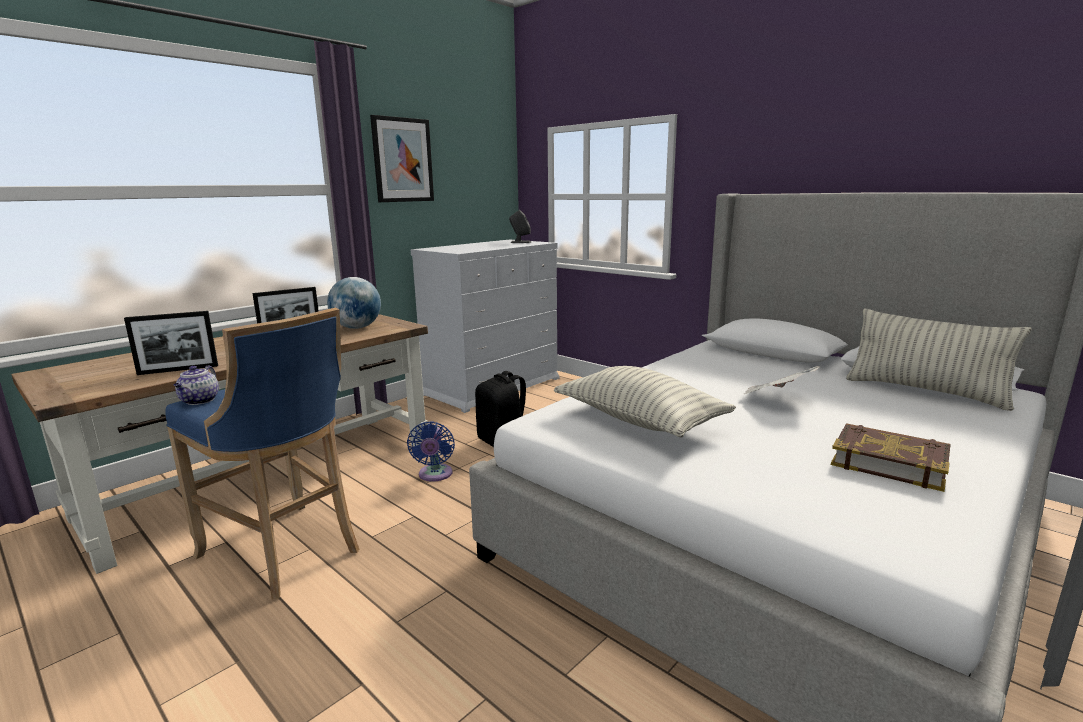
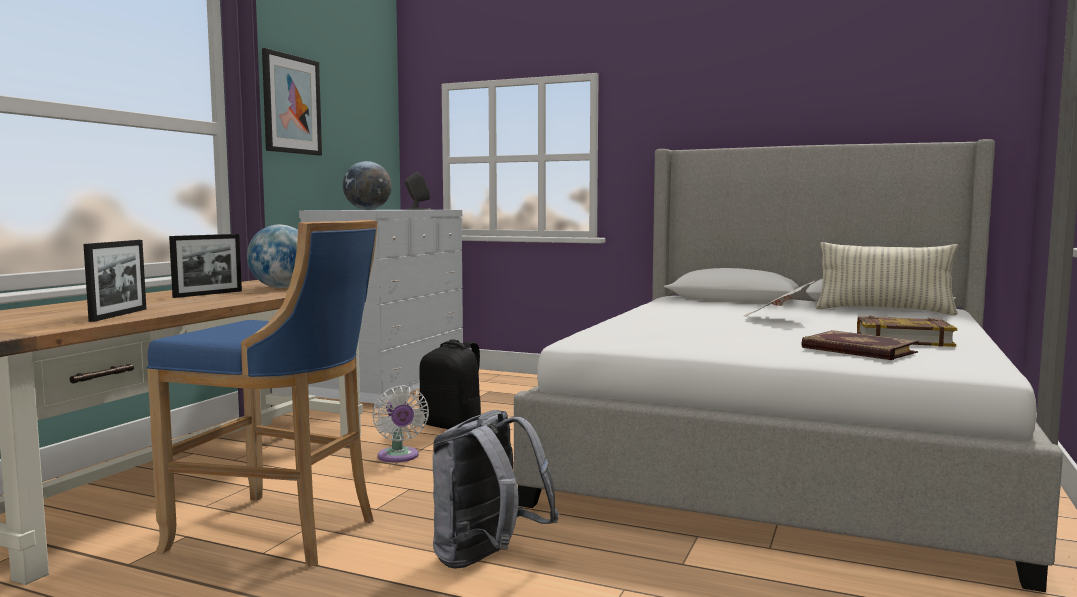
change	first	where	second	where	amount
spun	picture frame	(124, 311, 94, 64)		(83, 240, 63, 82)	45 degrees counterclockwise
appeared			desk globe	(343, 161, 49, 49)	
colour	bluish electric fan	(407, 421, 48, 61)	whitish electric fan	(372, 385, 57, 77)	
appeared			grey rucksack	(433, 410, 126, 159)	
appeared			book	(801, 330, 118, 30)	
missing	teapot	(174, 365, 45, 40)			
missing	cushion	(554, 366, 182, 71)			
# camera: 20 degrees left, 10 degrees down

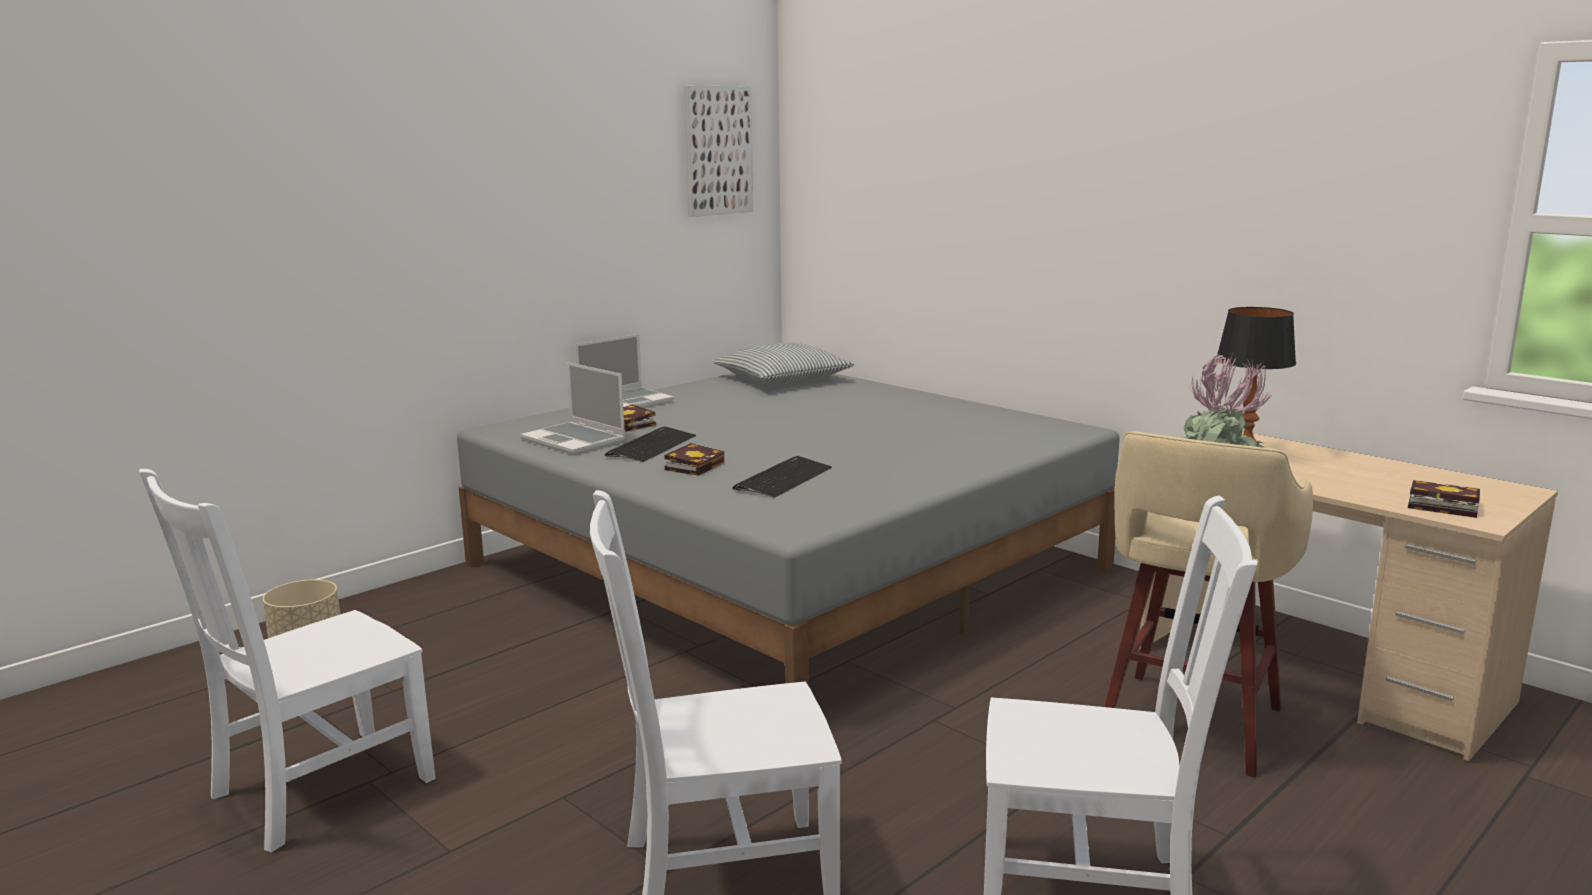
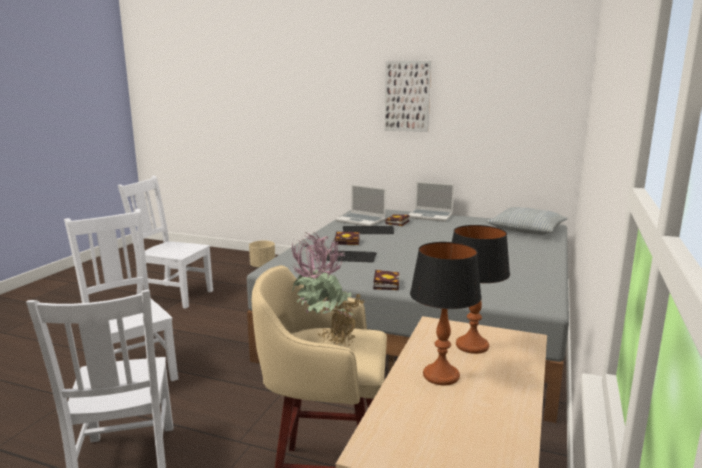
change	first	where	second	where	amount
spun	laptop	(520, 362, 106, 93)		(335, 184, 51, 42)	75 degrees counterclockwise
relocated	book	(1408, 480, 72, 38)		(373, 270, 26, 20)	
relocated	picture	(684, 86, 69, 131)		(385, 61, 46, 71)	
appeared			lamp for a table	(410, 242, 72, 143)	
# camera: 65 degrees right, 0 degrees up

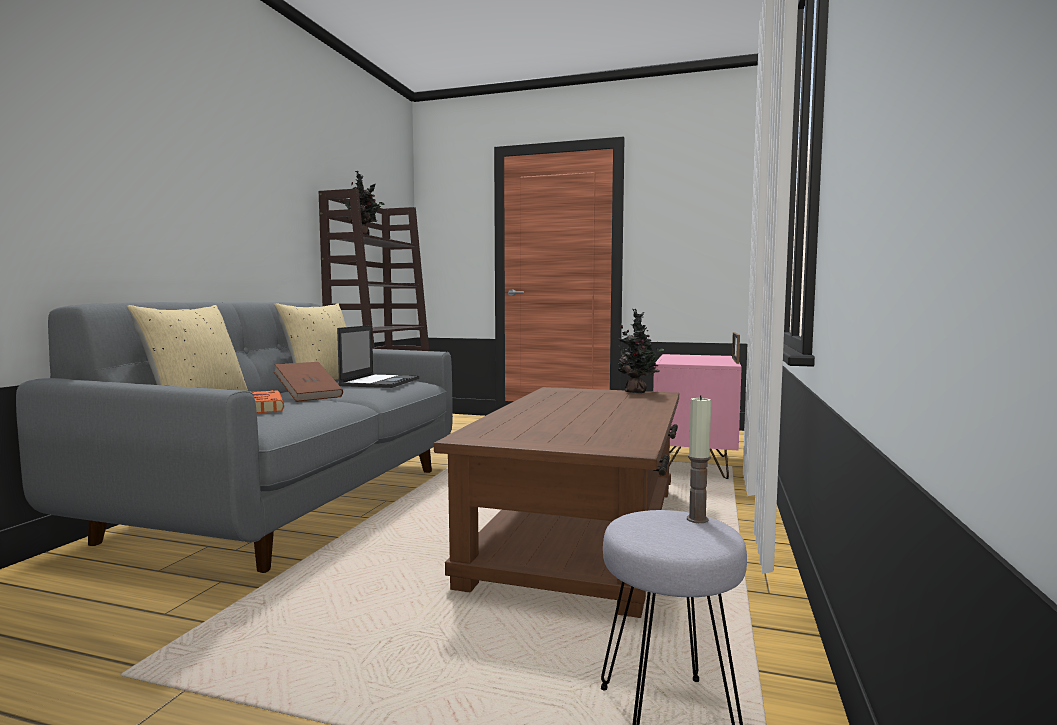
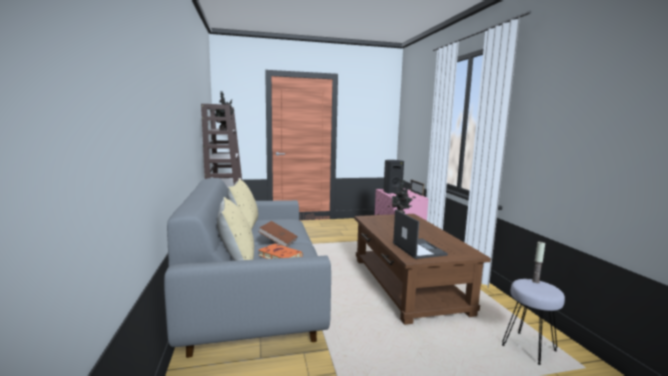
change	first	where	second	where	amount
appeared			blackish speaker	(383, 160, 21, 34)	
relocated	laptop	(337, 325, 82, 63)		(393, 209, 55, 50)	
# camera: 30 degrees left, 5 degrees up

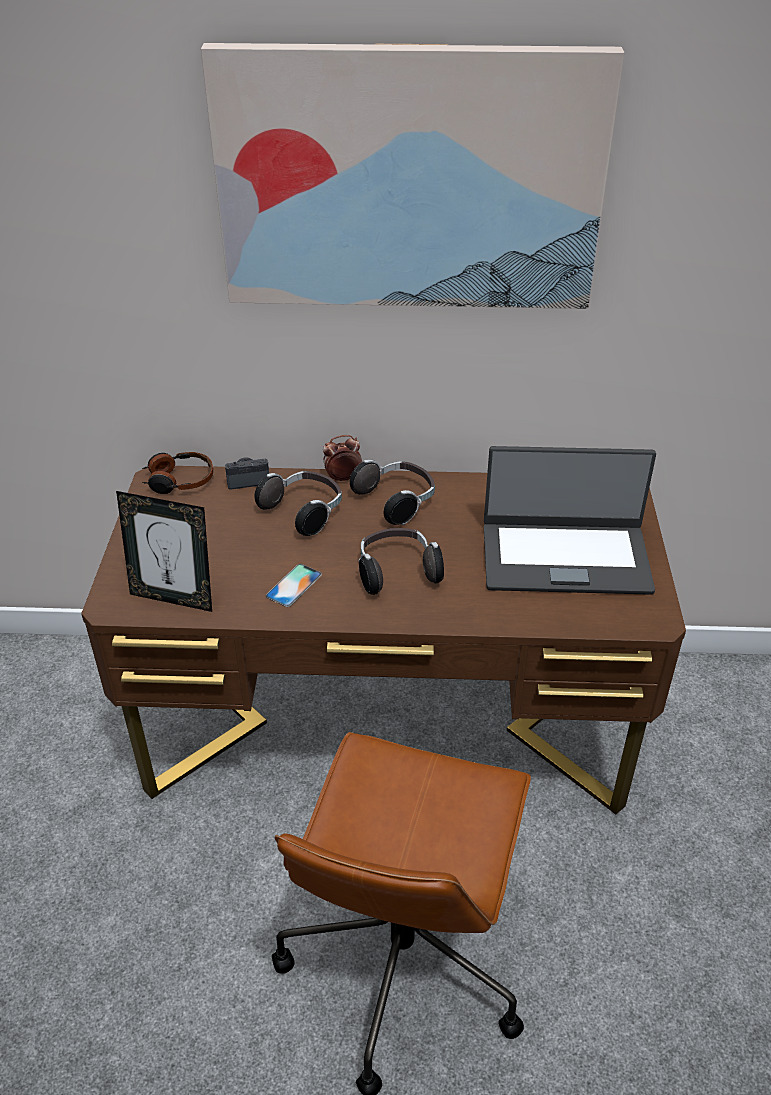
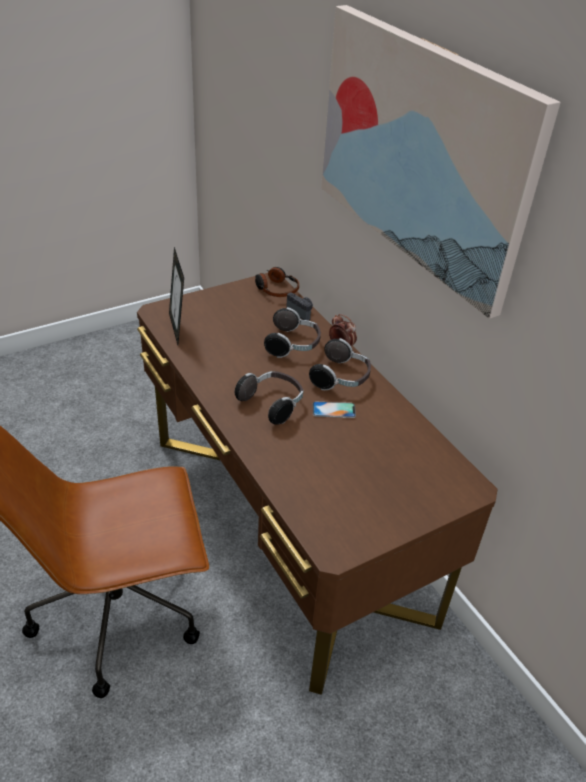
change	first	where	second	where	amount
relocated	telephone	(266, 564, 56, 43)		(313, 402, 43, 16)	
missing	laptop	(484, 446, 172, 149)			
# camera: 55 degrees right, 0 degrees up

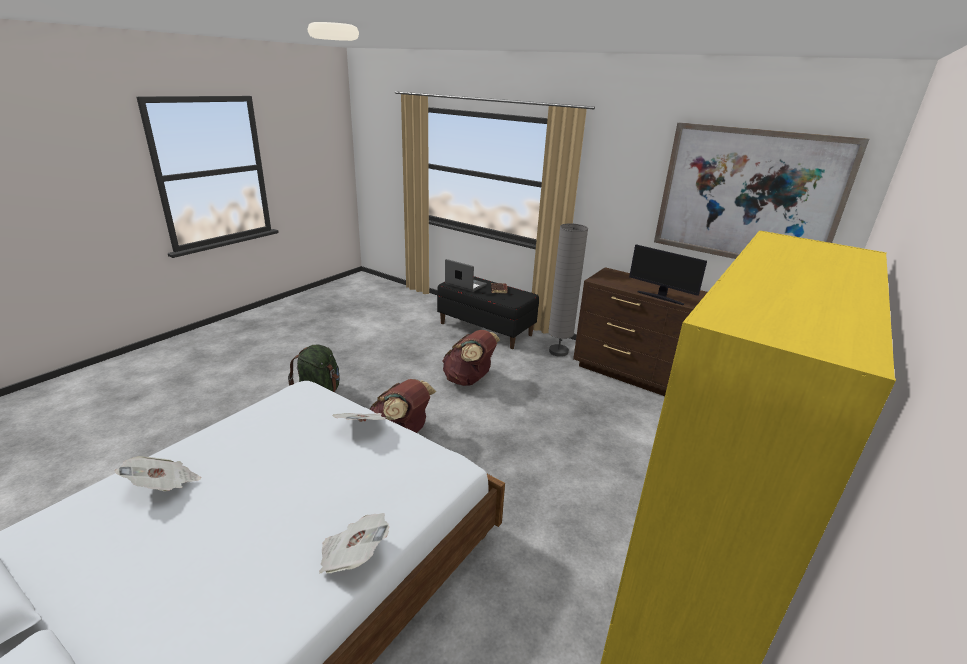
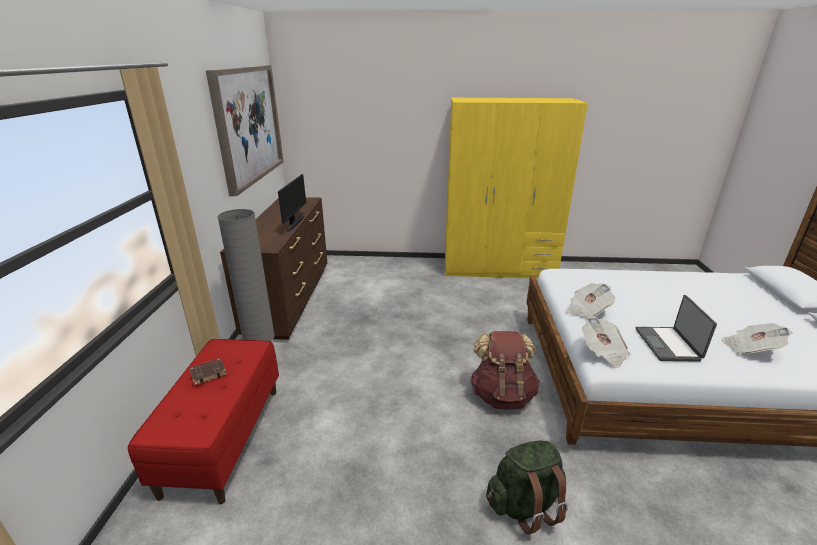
change	first	where	second	where	amount
colour	blackish indoor bench	(437, 276, 102, 73)	reddish indoor bench	(128, 339, 151, 165)	
relocated	newspaper	(319, 513, 70, 61)		(582, 316, 48, 52)	
relocated	laptop	(445, 259, 41, 33)		(636, 295, 81, 67)	
missing	brown-coloured rucksack	(442, 330, 58, 56)			
# camera: 120 degrees left, 0 degrees up

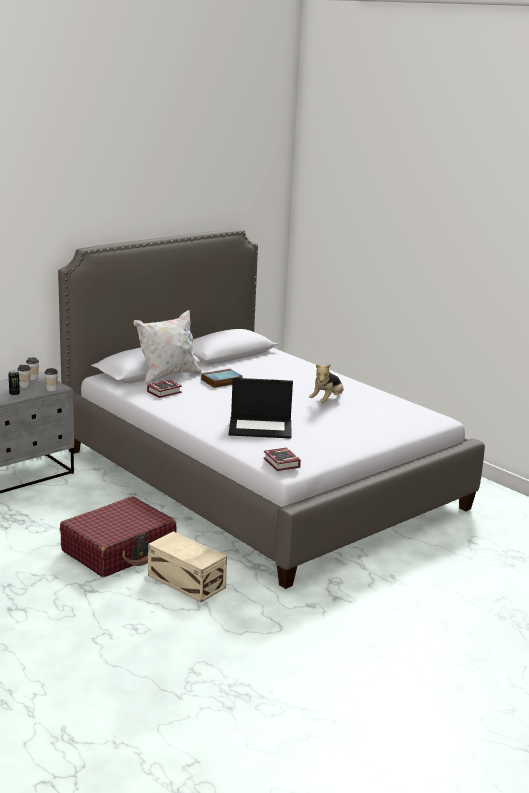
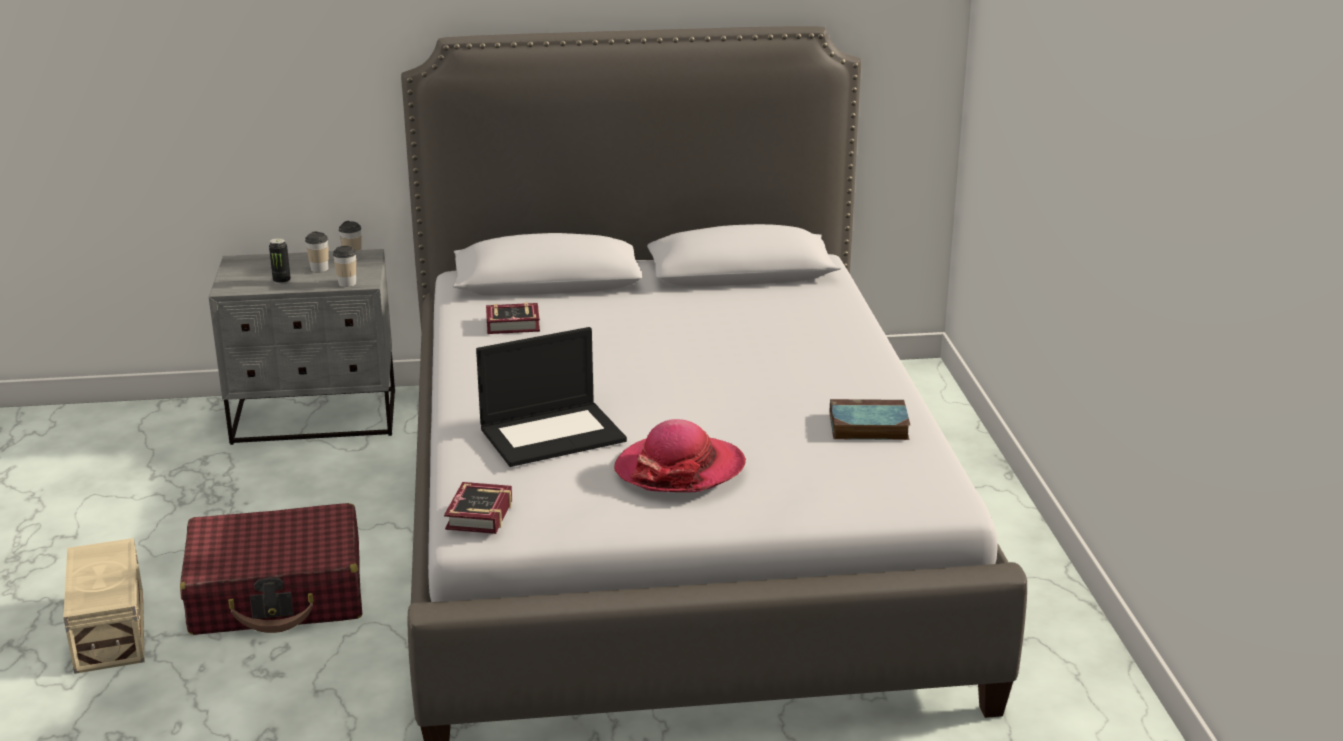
change	first	where	second	where	amount
relocated	beige-coloured storage container	(148, 531, 79, 72)		(63, 538, 82, 136)	
spun	laptop	(229, 378, 64, 61)		(476, 327, 151, 140)	60 degrees counterclockwise
appeared			hat	(614, 419, 132, 73)	
relocated	book	(201, 369, 41, 19)		(829, 399, 81, 41)	
missing	whitish cushion	(134, 310, 68, 75)			
missing	soft toy	(309, 364, 35, 39)			
# camera: 35 degrees right, 5 degrees up

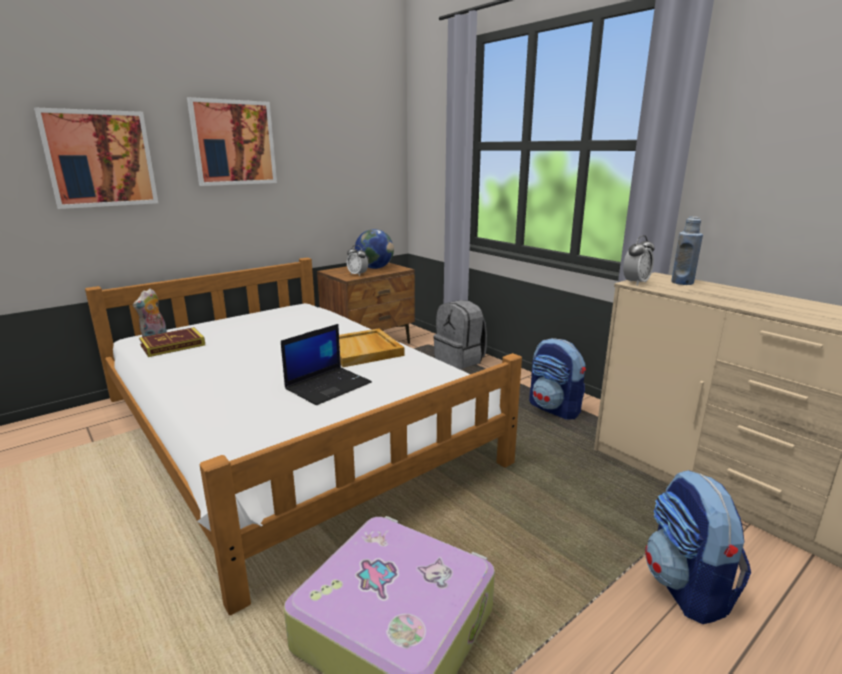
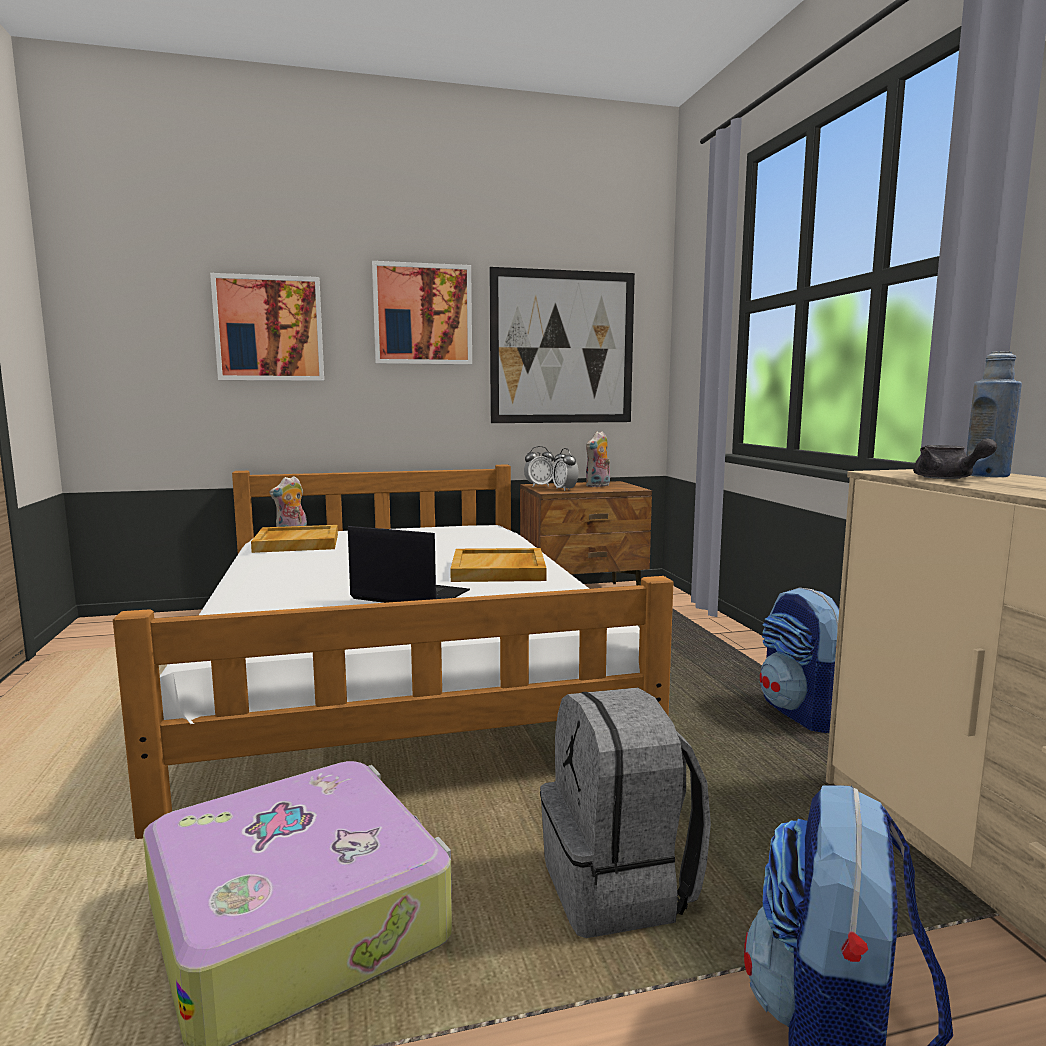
change	first	where	second	where	amount
exchanged	book	(139, 327, 66, 30)	beige-coloured carrying tray	(251, 525, 87, 28)	
spun	laptop	(281, 324, 91, 81)		(348, 526, 122, 77)	135 degrees counterclockwise
appeared			picture	(489, 267, 146, 156)	
relocated	bedside clock	(623, 235, 32, 51)		(524, 446, 30, 41)	
relocated	grey rucksack	(433, 300, 54, 69)		(540, 688, 171, 250)	
exchanged	desk globe	(355, 229, 39, 40)	soft toy	(586, 431, 24, 56)	
appeared			grey teapot	(913, 438, 84, 41)	
# camera: 25 degrees right, 10 degrees down

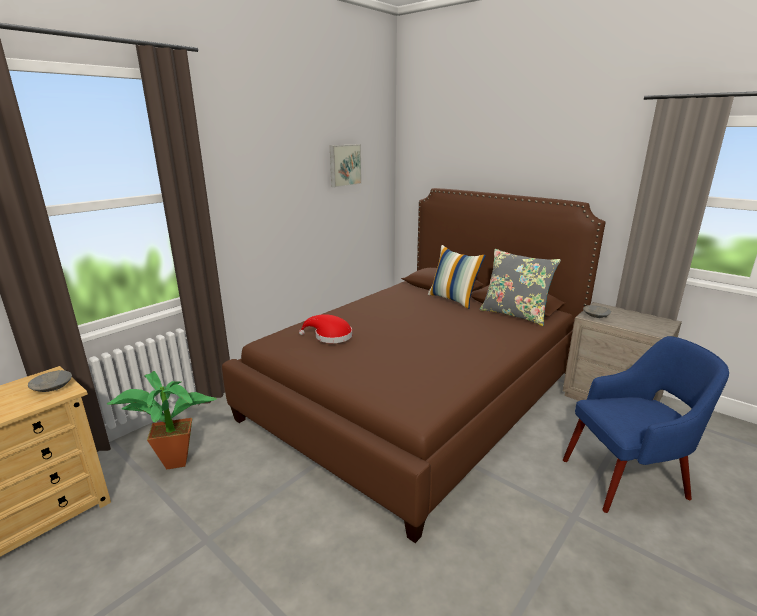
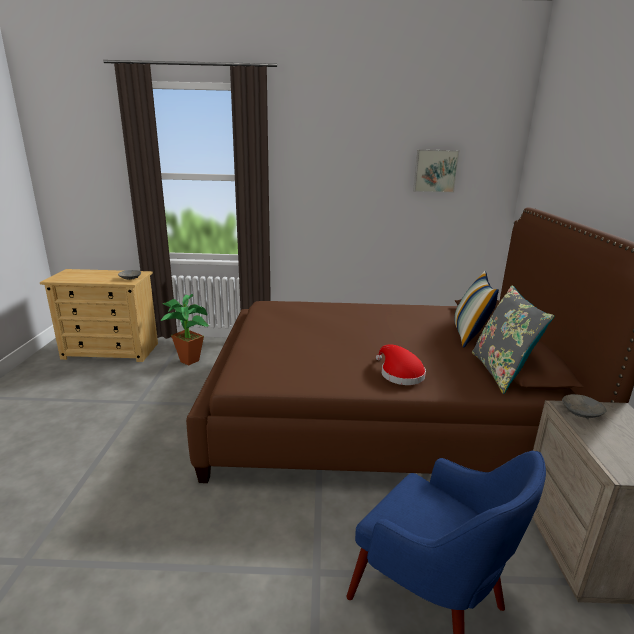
change	first	where	second	where	amount
relocated	reddish hat	(299, 314, 53, 29)		(376, 344, 50, 41)	
# camera: 50 degrees right, 0 degrees up

